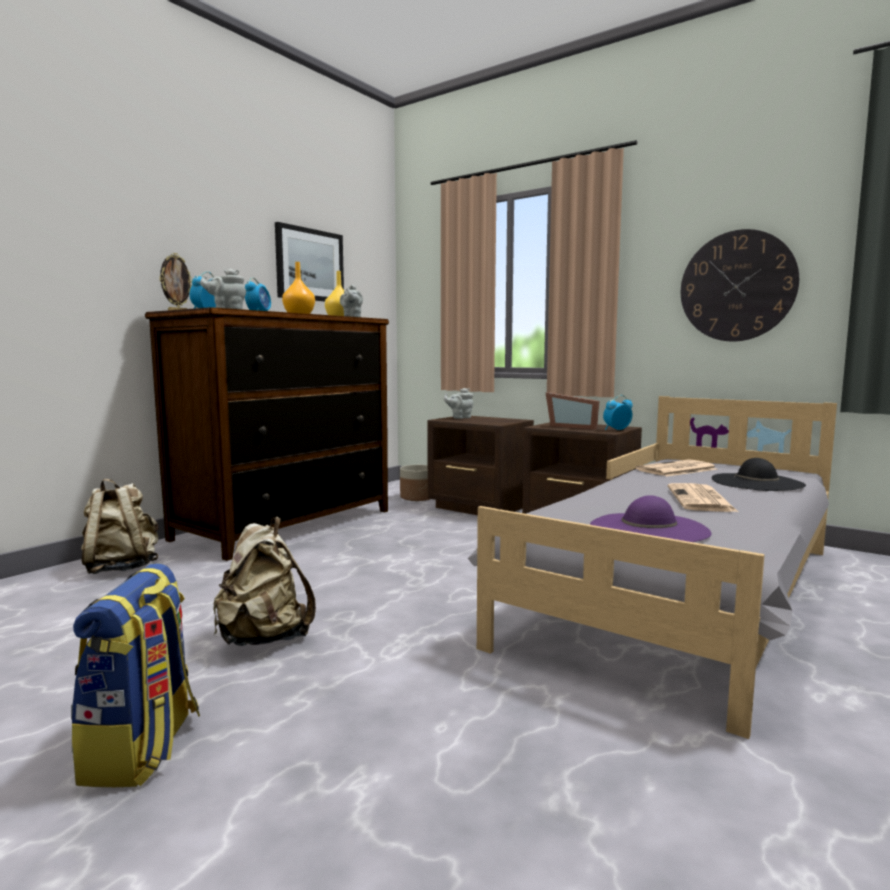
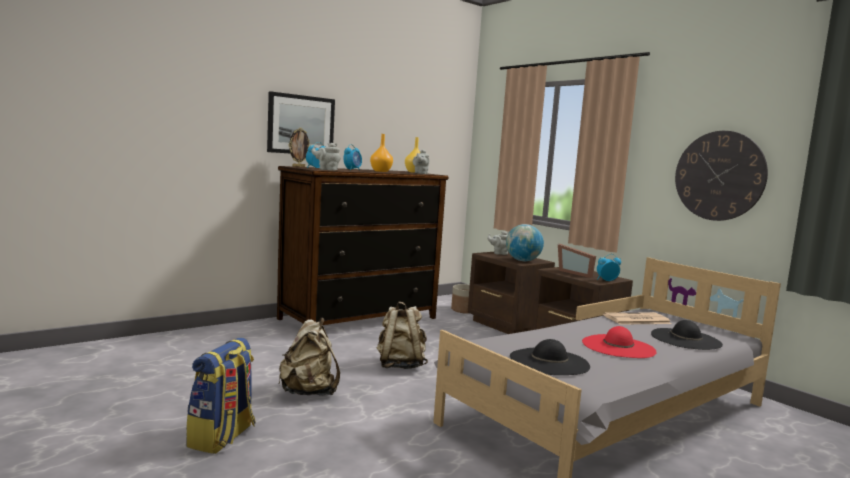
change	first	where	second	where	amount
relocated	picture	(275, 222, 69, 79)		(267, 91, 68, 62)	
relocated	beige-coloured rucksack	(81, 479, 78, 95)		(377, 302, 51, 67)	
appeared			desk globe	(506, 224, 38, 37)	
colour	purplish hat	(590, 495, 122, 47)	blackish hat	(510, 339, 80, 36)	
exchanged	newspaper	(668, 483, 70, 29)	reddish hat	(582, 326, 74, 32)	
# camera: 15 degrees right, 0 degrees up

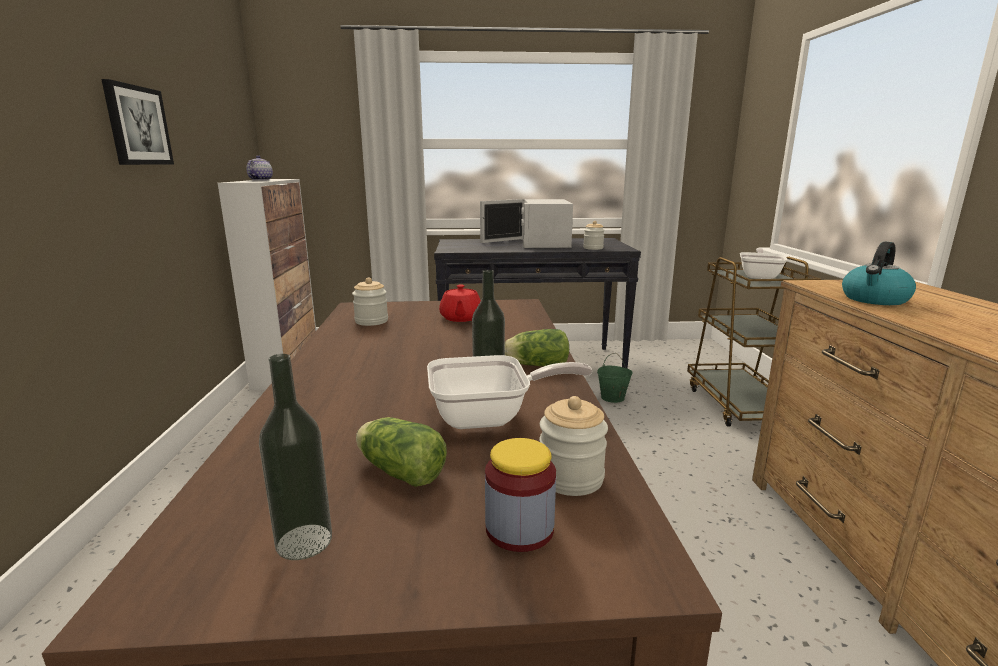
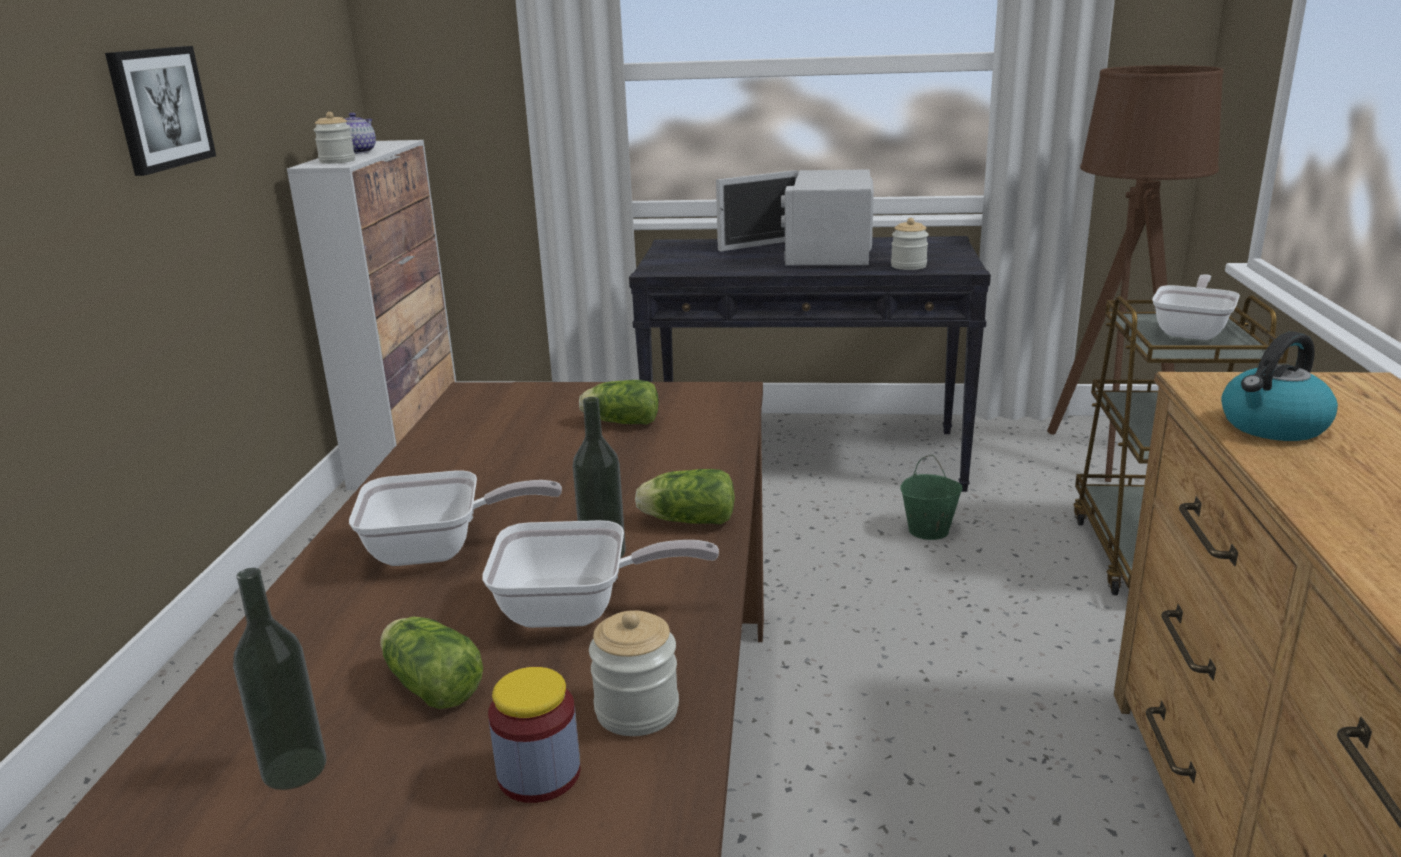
change	first	where	second	where	amount
relocated	storage jar	(352, 277, 36, 49)		(313, 112, 42, 52)	
appeared			pan	(349, 470, 213, 96)	
exchanged	reddish teapot	(439, 284, 42, 38)	lettuce	(579, 380, 80, 45)	
appeared			brown-coloured standing lamp	(1047, 65, 177, 417)	
# camera: 10 degrees right, 5 degrees up

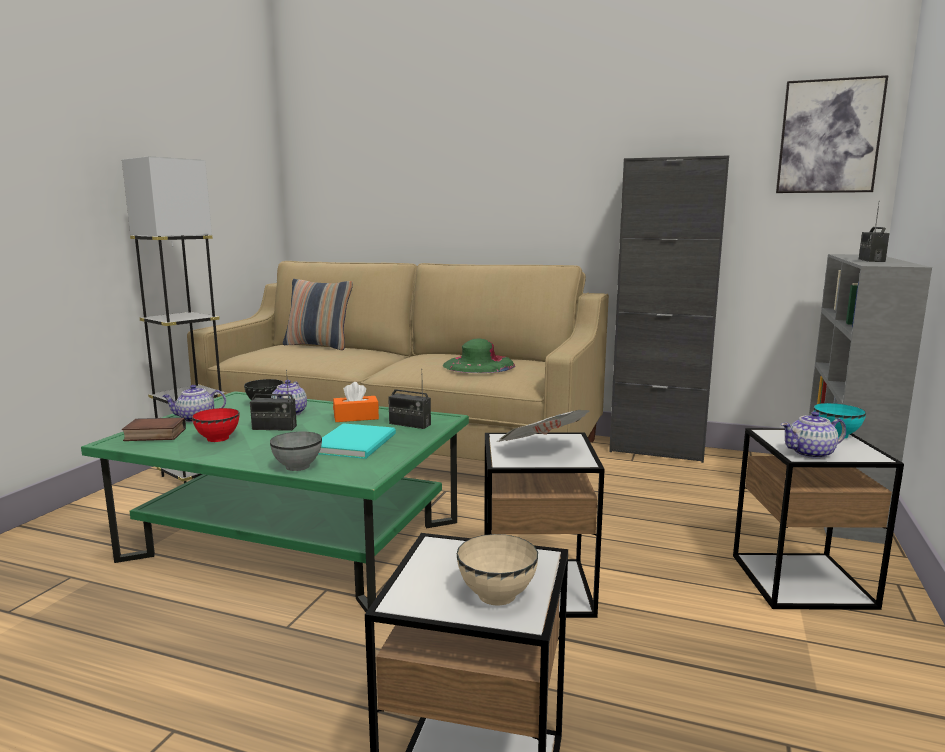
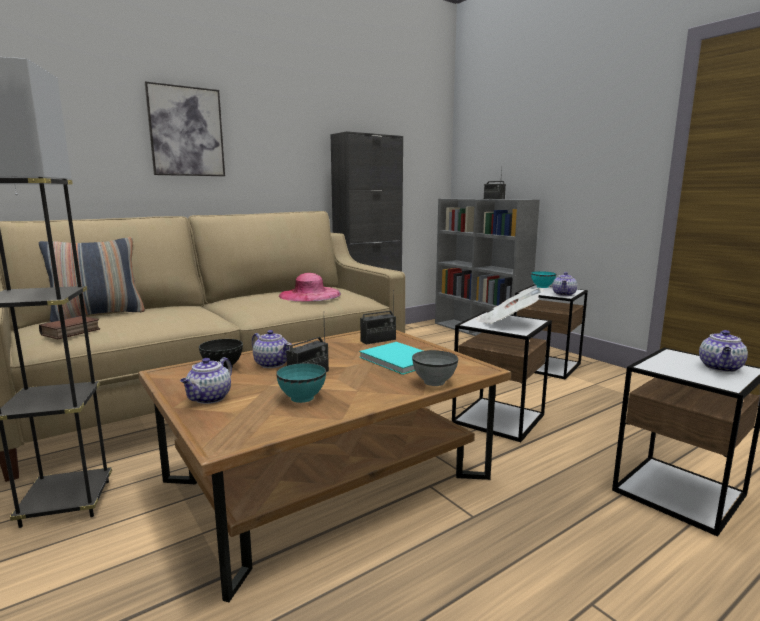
change	first	where	second	where	amount
relocated	book	(122, 417, 64, 24)		(39, 316, 61, 24)	
colour	green low table	(81, 391, 388, 221)	brown-coloured low table	(138, 330, 373, 272)	
relocated	picture	(776, 75, 112, 118)		(145, 81, 80, 95)	
colour	reddish serving bowl	(192, 408, 47, 34)	turquoise-coloured serving bowl	(276, 363, 50, 40)	
colour	green hat	(443, 338, 72, 35)	pinkish hat	(279, 273, 62, 28)	
exchanged	beige-coloured serving bowl	(457, 534, 81, 72)	teapot	(699, 330, 49, 42)	
missing	orangey tissue holder	(333, 382, 46, 40)			
# camera: 55 degrees left, 0 degrees up

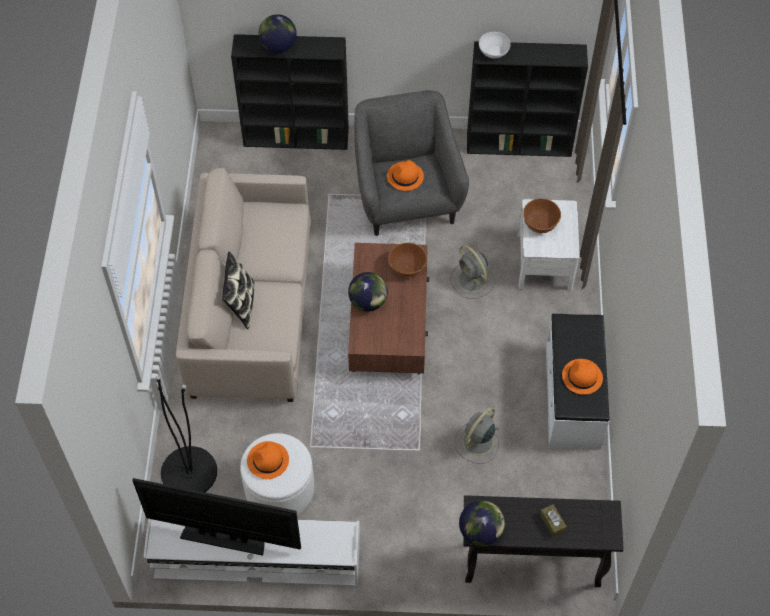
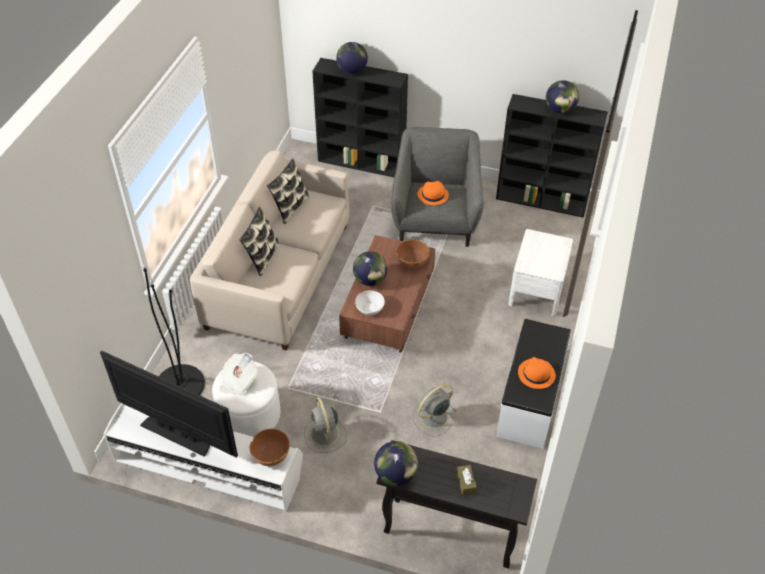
change	first	where	second	where	amount
exchanged	orangey hat	(247, 441, 42, 38)	newspaper	(220, 353, 38, 42)	
relocated	brown-coloured serving bowl	(523, 198, 38, 35)		(250, 429, 40, 37)	
appeared			cushion	(267, 158, 42, 66)	
relocated	grey electric fan	(450, 245, 45, 54)		(304, 397, 43, 56)	
relocated	whitish serving bowl	(479, 32, 32, 27)		(355, 291, 30, 24)	
appeared			desk globe	(546, 80, 33, 34)	
# camera: 15 degrees right, 10 degrees down

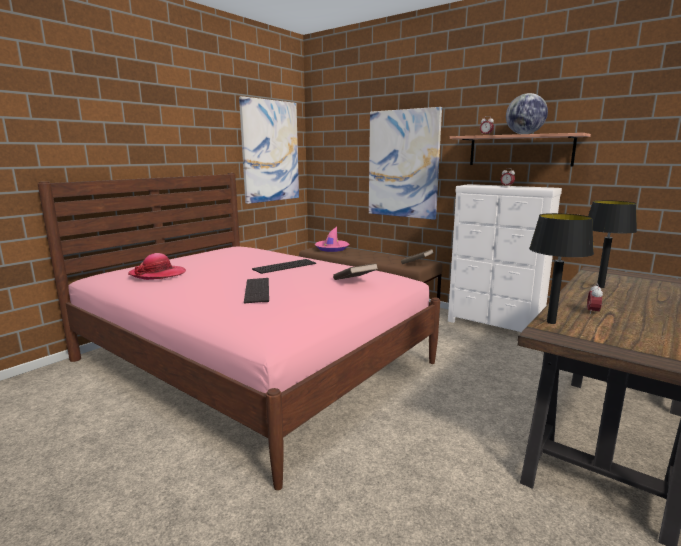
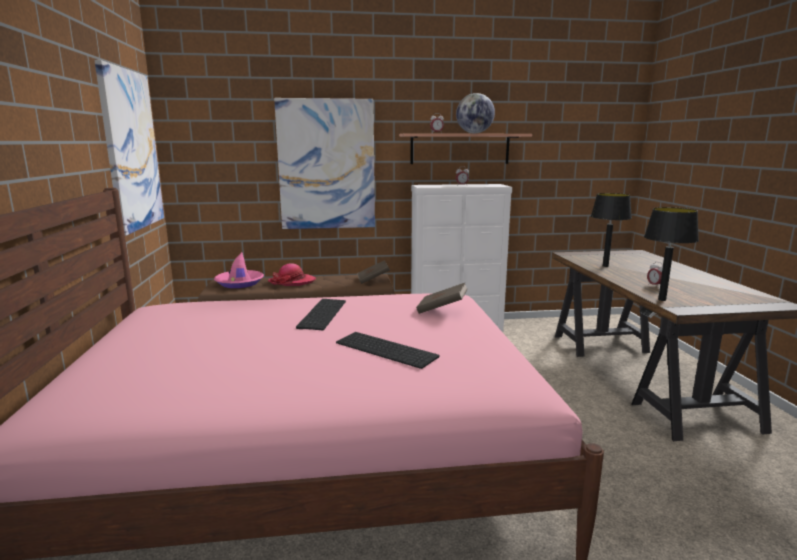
change	first	where	second	where	amount
relocated	hat	(128, 253, 58, 27)		(268, 263, 48, 23)	
# camera: 45 degrees left, 0 degrees up

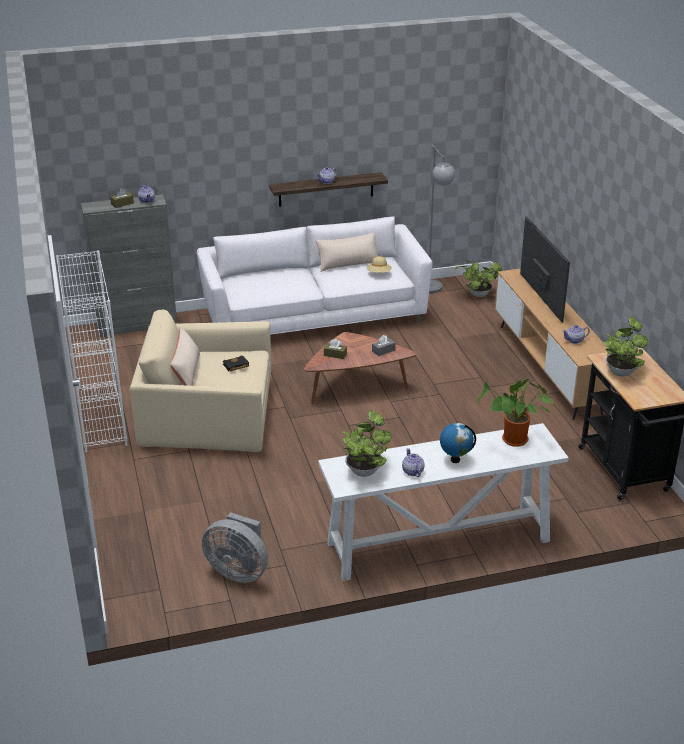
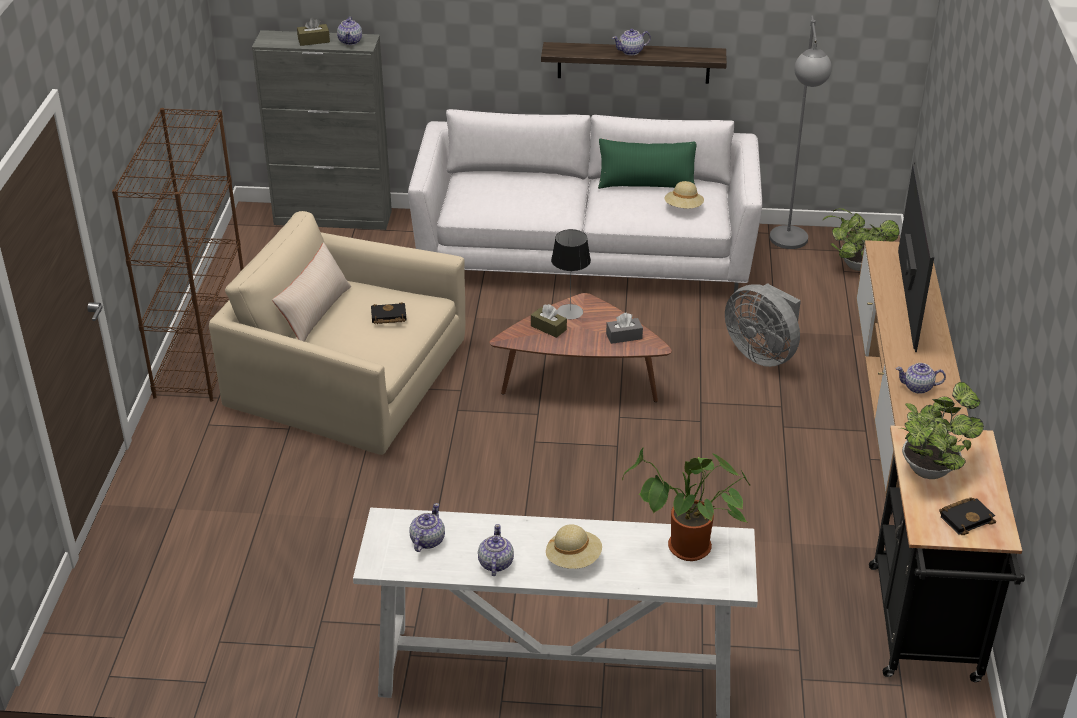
change	first	where	second	where	amount
colour	whitish bookcase	(56, 250, 72, 202)	brown-coloured bookcase	(112, 108, 132, 293)	
exchanged	potted plant	(341, 410, 50, 67)	teapot	(409, 503, 36, 49)	
exchanged	desk globe	(440, 423, 36, 40)	beige-coloured hat	(546, 524, 56, 45)	
appeared			lamp for a table	(551, 229, 40, 90)	
colour	beige-coloured cushion	(316, 233, 62, 39)	green cushion	(598, 138, 98, 51)	
relocated	grey electric fan	(202, 512, 66, 71)		(725, 283, 76, 84)	
appeared			blackish book	(939, 497, 57, 38)	
# camera: 20 degrees right, 5 degrees up

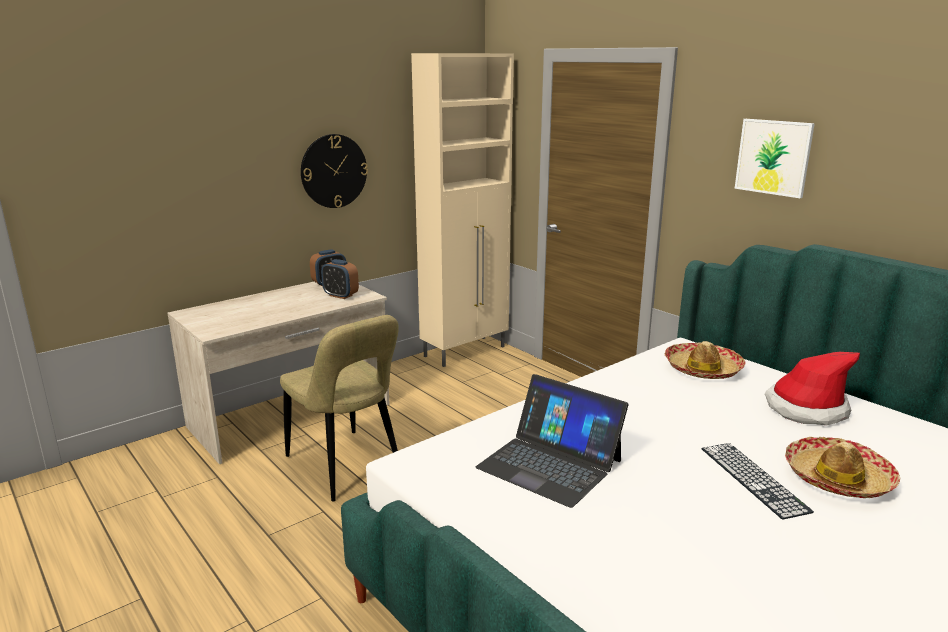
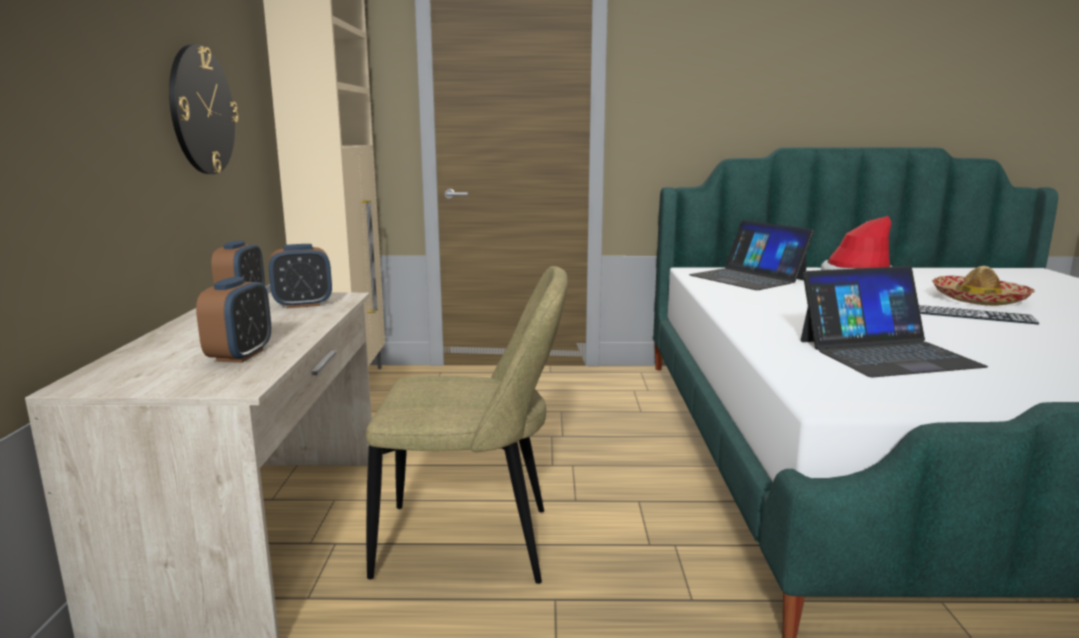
change	first	where	second	where	amount
appeared			bedside clock	(196, 277, 75, 86)	
exchanged	hat	(664, 341, 82, 38)	laptop	(689, 220, 125, 70)	
missing	picture	(735, 119, 80, 79)			
# camera: 50 degrees left, 5 degrees down

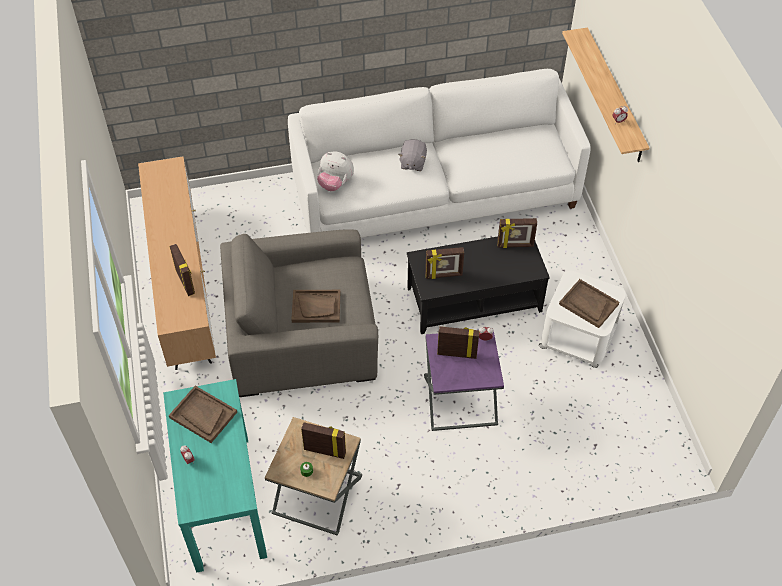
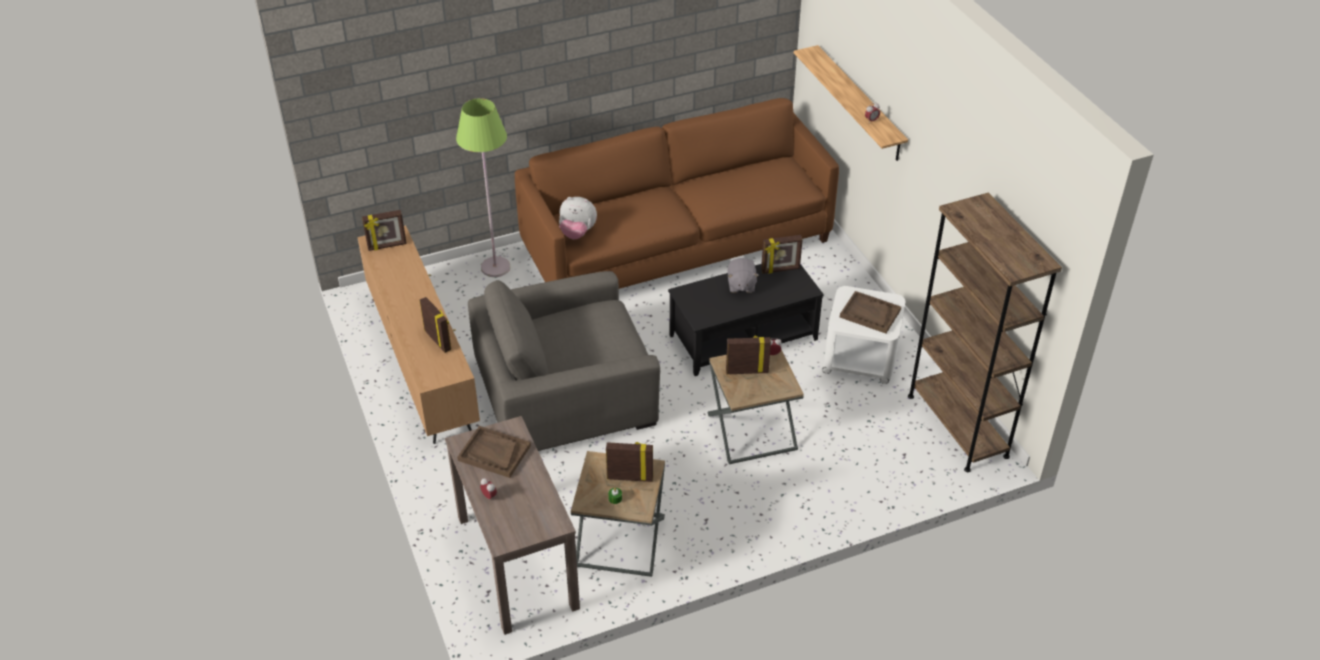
change	first	where	second	where	amount
relocated	picture frame	(425, 247, 39, 32)		(362, 210, 45, 41)	
colour	turquoise-coloured hall table	(163, 379, 104, 194)	brown-coloured hall table	(445, 416, 135, 219)	
appeared			green standing lamp	(456, 98, 54, 179)	
colour	whitish settee	(288, 69, 303, 169)	brown-coloured settee	(515, 98, 324, 191)	
colour	purplish end table	(424, 331, 80, 100)	brown-coloured end table	(708, 350, 96, 114)	
relocated	grey soft toy	(398, 139, 29, 32)		(727, 258, 32, 35)	
appeared			brown-coloured bookcase	(908, 193, 154, 279)	
missing	brown-coloured carrying tray	(291, 290, 49, 33)			
# camera: 10 degrees left, 10 degrees down

